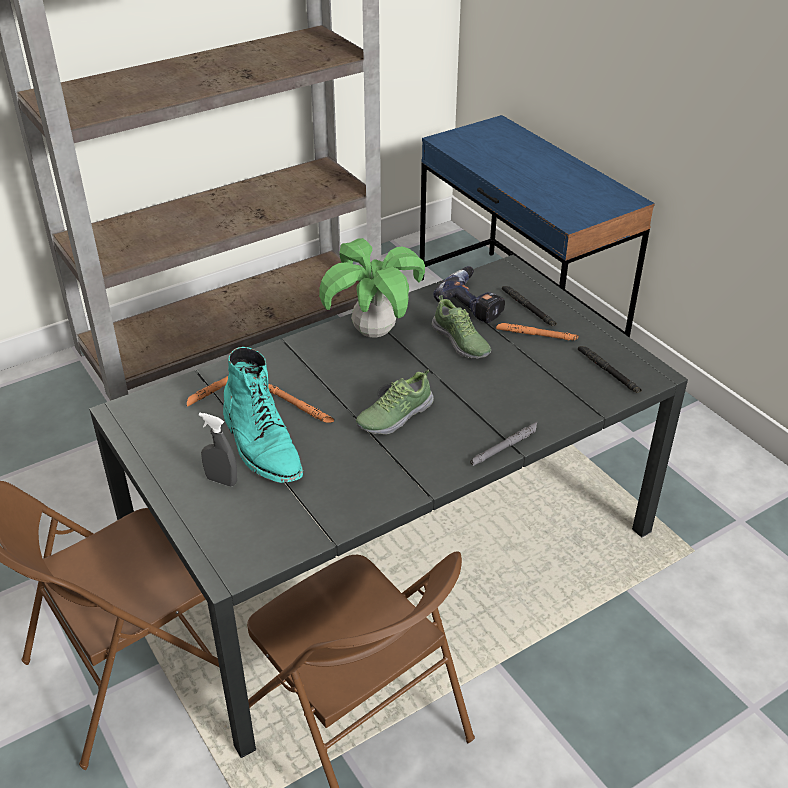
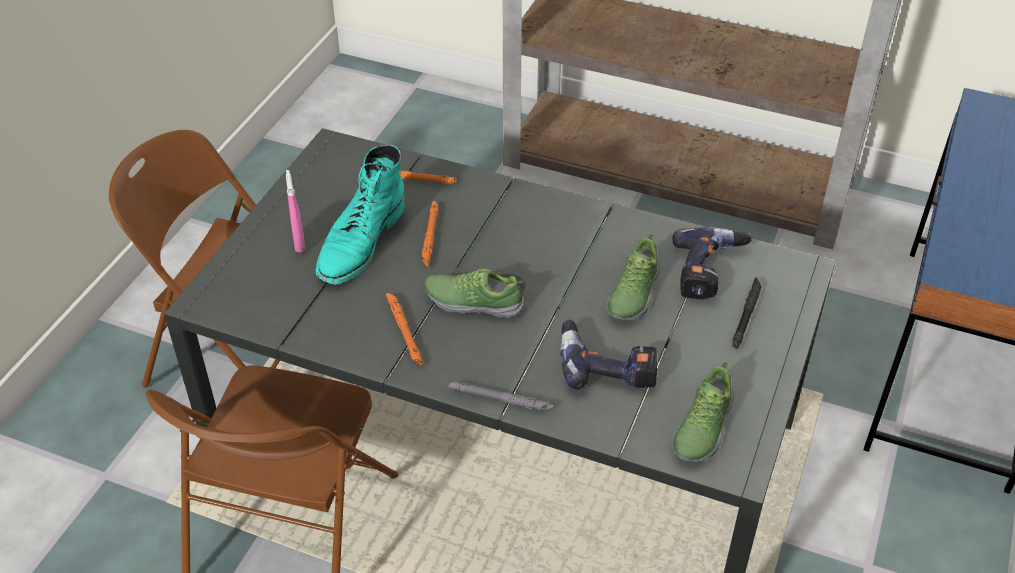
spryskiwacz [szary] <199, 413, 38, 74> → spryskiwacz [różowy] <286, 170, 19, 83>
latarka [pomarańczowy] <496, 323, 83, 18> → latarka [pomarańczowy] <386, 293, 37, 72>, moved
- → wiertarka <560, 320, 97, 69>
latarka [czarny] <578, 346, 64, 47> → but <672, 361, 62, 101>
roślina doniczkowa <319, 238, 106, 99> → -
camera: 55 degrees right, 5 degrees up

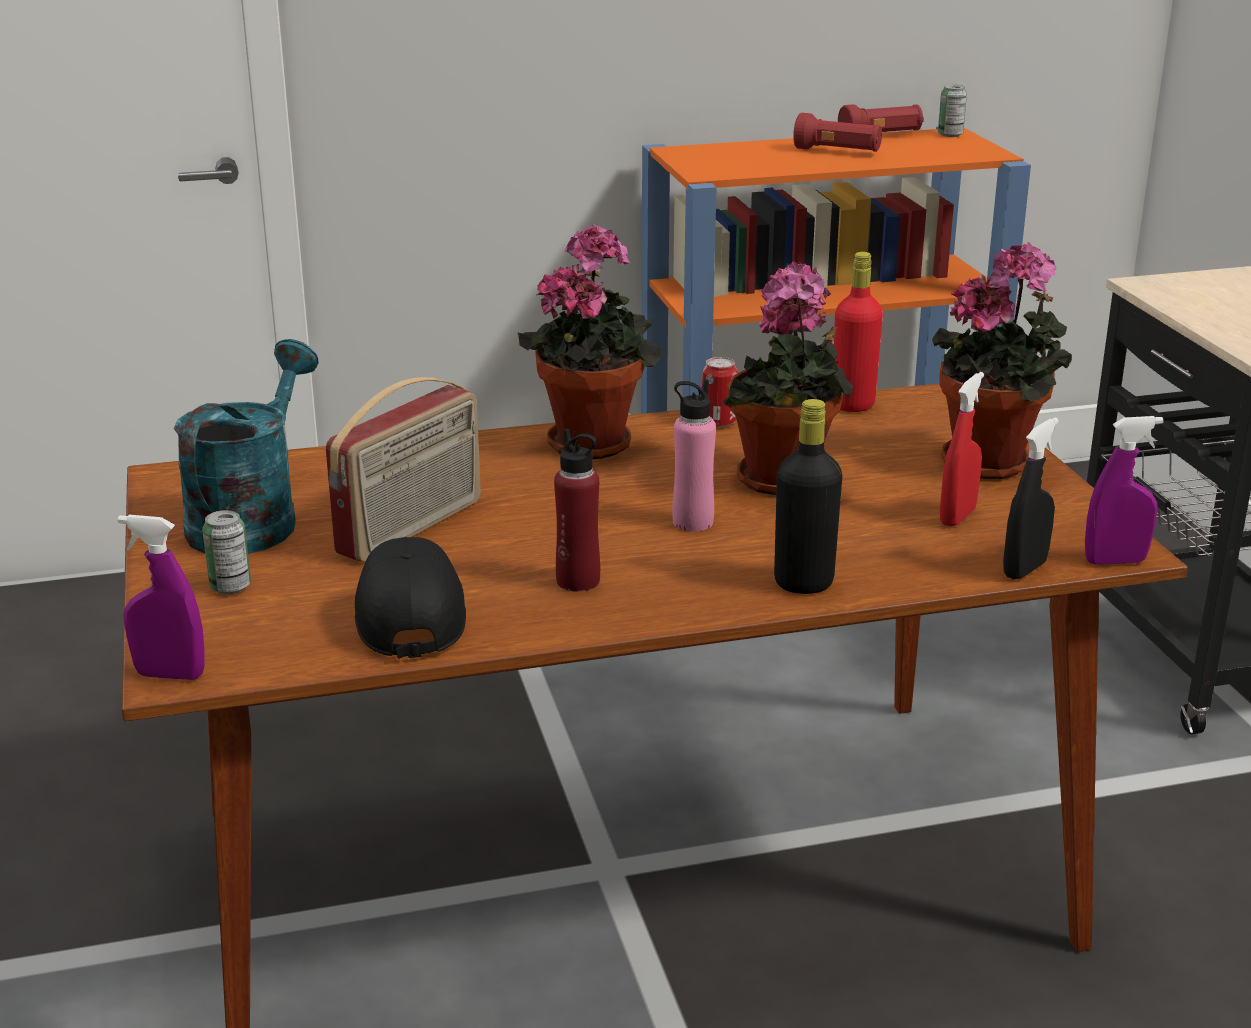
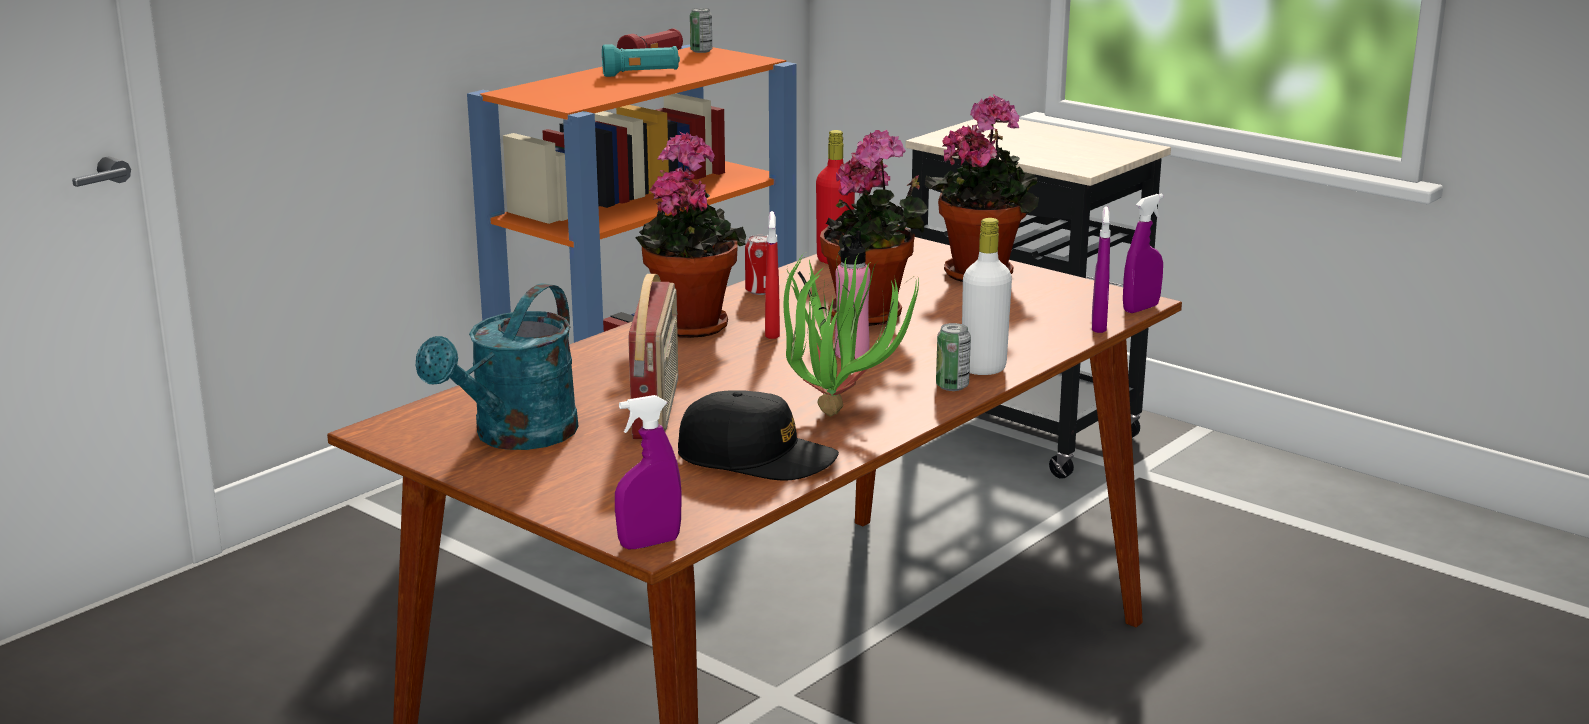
konewka [turkusowy] <174, 339, 145, 215> → konewka [turkusowy] <416, 283, 162, 167>, 135 degrees counterclockwise
latarka [czerwony] <793, 113, 89, 39> → latarka [turkusowy] <602, 44, 78, 33>
czapka z daszkiem [czarny] <355, 537, 111, 121> → czapka z daszkiem [czarny] <678, 390, 161, 90>, 150 degrees clockwise
spryskiwacz [czerwony] <940, 372, 44, 154> → spryskiwacz [czerwony] <765, 211, 15, 128>, moved
butelka [czerwony] <554, 429, 46, 163> → roślina doniczkowa <784, 253, 135, 164>
puszka <202, 510, 49, 84> → puszka <936, 323, 35, 68>, moved
butelka [czarny] <774, 399, 68, 195> → butelka [biały] <962, 218, 50, 157>
spryskiwacz [czarny] <1003, 417, 56, 162> → spryskiwacz [fioletowy] <1092, 206, 19, 127>
camera: 35 degrees left, 5 degrees down

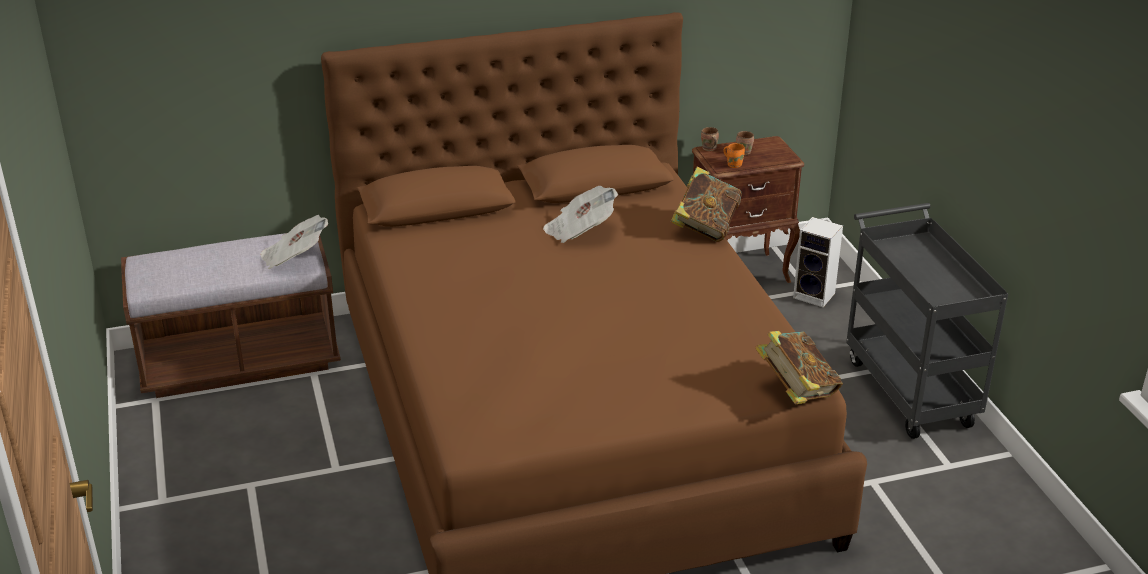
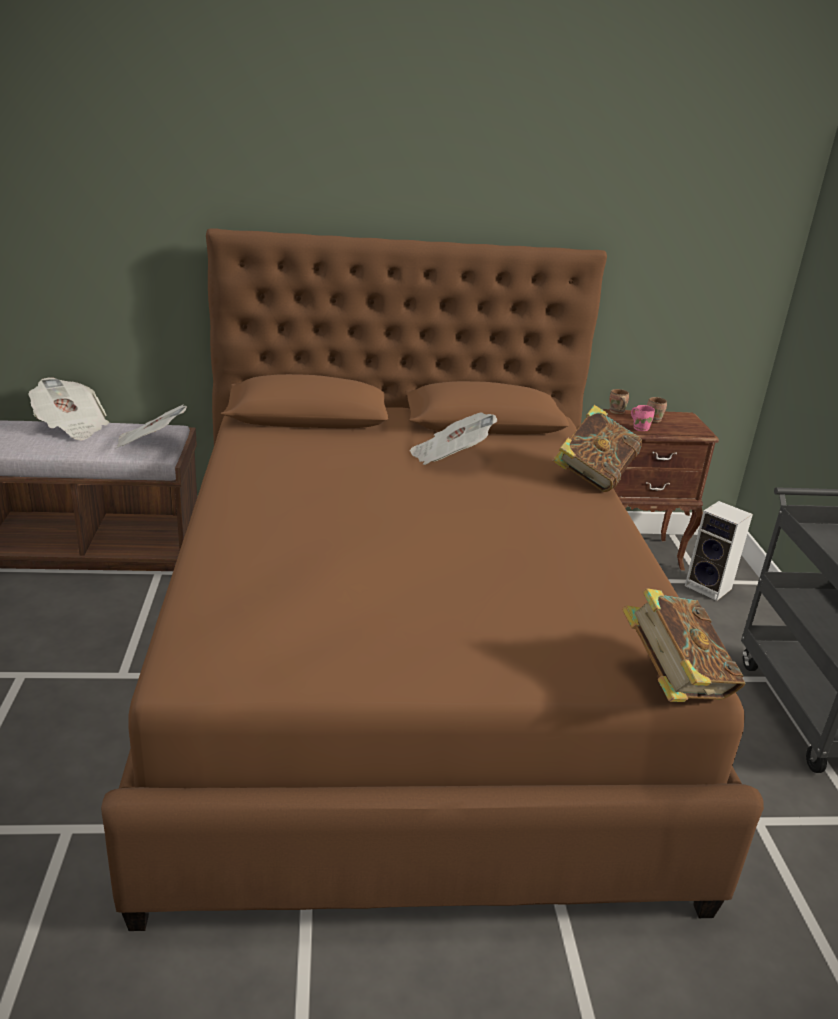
- → gazeta <28, 377, 81, 64>
kubek [pomarańczowy] <724, 143, 21, 25> → kubek [różowy] <631, 405, 24, 26>
camera: 10 degrees right, 5 degrees down

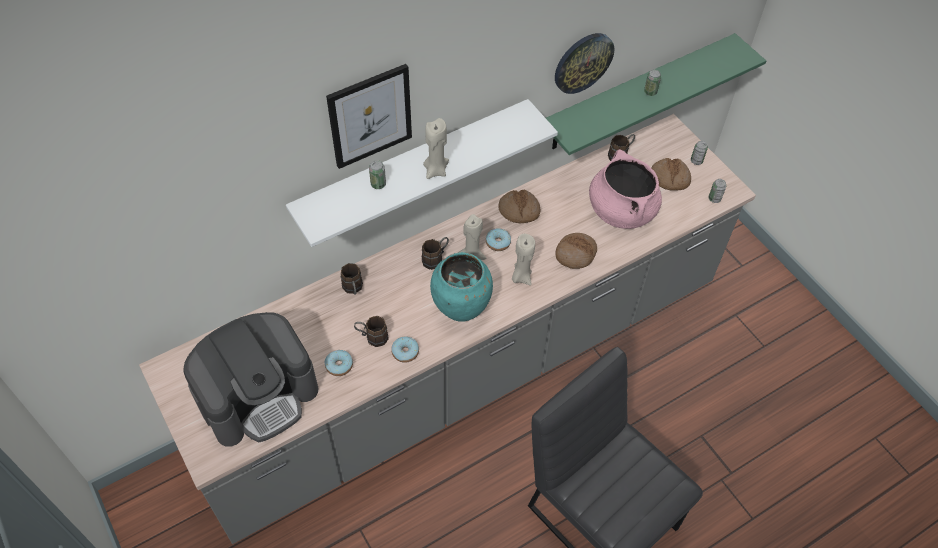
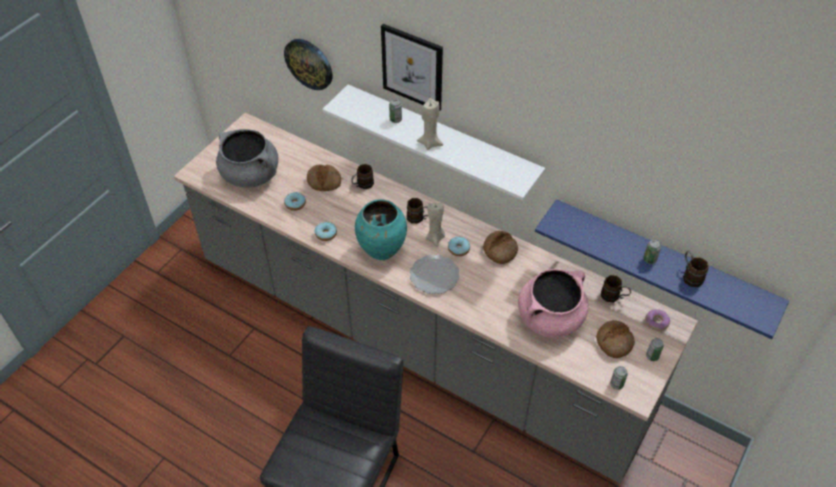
ekspres do kawy <184, 312, 134, 135> → garnek [szary] <216, 129, 62, 59>
zegar ścienny <555, 33, 60, 61> → zegar ścienny <284, 39, 48, 51>, moved
chleb <555, 233, 42, 36> → chleb <307, 164, 34, 27>, moved
świeca [beżowy] <512, 234, 23, 51> → talerz <410, 255, 50, 39>
półka [zielony] <546, 33, 220, 122> → półka [niebieski] <535, 199, 254, 140>
- → donut <645, 309, 25, 22>
kubek [brązowy] <354, 316, 35, 31> → kubek [brązowy] <683, 251, 26, 36>, moved
camera: 65 degrees right, 5 degrees down

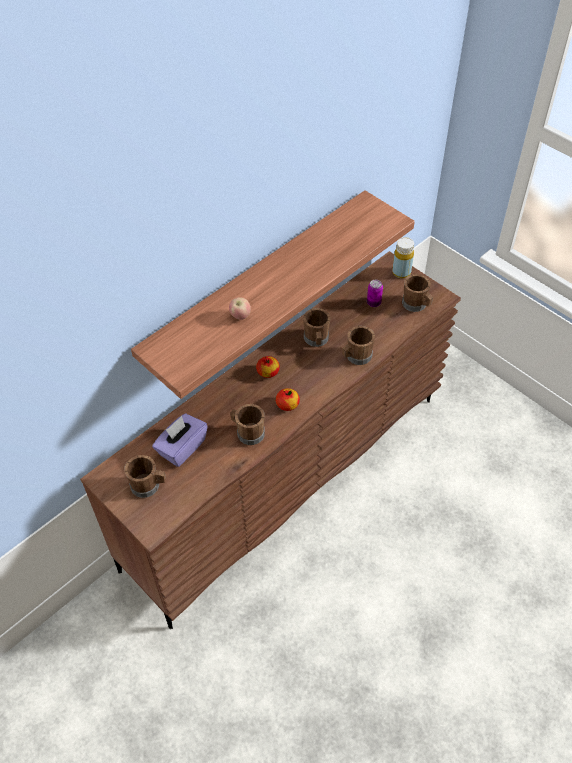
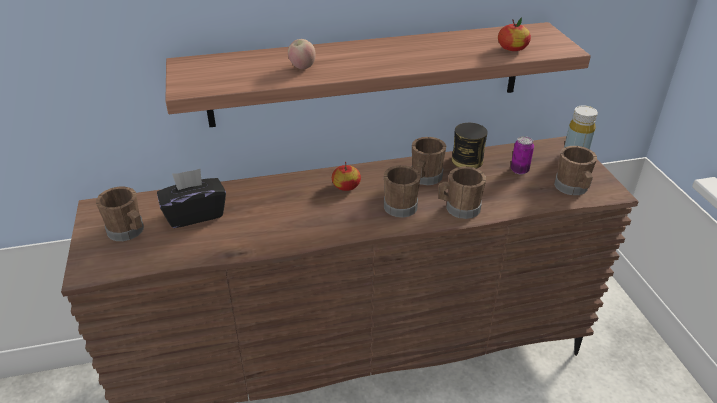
pudełko chusteczek [fioletowy] <152, 413, 56, 54> → pudełko chusteczek [czarny] <157, 169, 69, 59>
kubek [brązowy] <230, 404, 35, 41> → kubek [brązowy] <384, 165, 37, 53>, moved
- → puszka <452, 123, 36, 46>
jabłko <276, 388, 24, 23> → jabłko <498, 18, 33, 33>, moved
camera: 30 degrees right, 15 degrees down

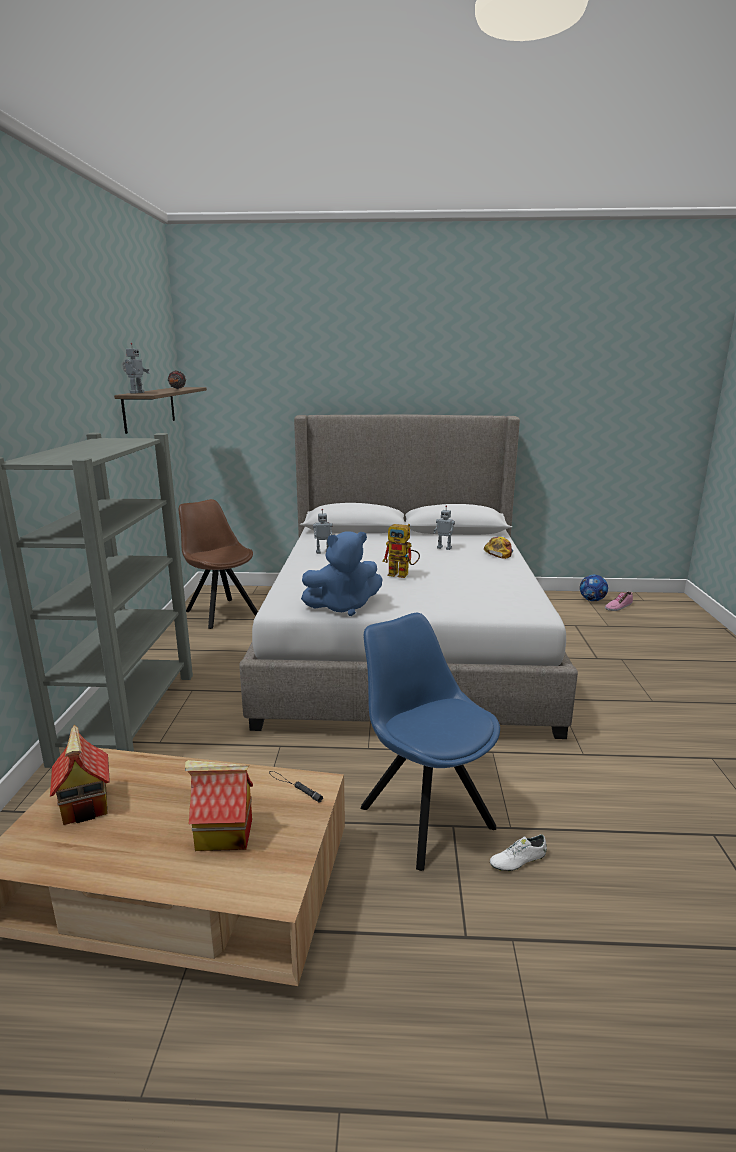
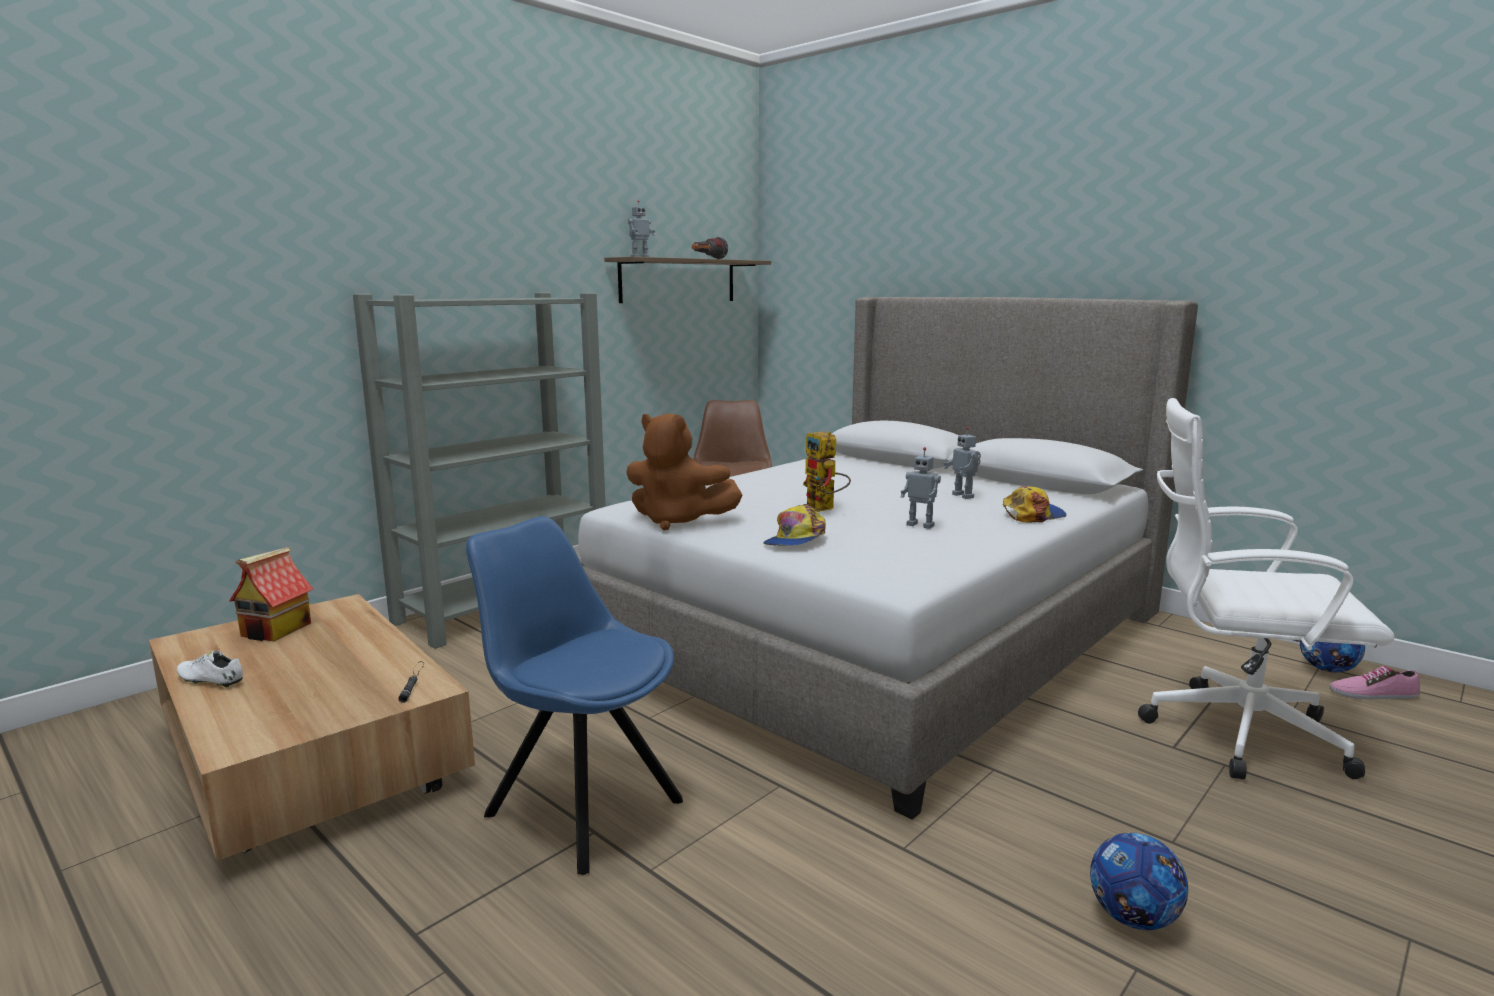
but [biały] <490, 834, 57, 38> → but [biały] <177, 650, 66, 38>, moved
krzesło [niebieski] <361, 613, 139, 258> → krzesło [niebieski] <466, 516, 217, 359>, 60 degrees counterclockwise
pluszak [niebieski] <301, 531, 82, 85> → pluszak [brązowy] <626, 413, 116, 118>
- → czapka z daszkiem <763, 505, 63, 41>
robot zabawkowy <313, 509, 20, 45> → robot zabawkowy <901, 447, 40, 82>, moved
- → piłka futbolowa <1090, 832, 98, 98>
- → krzesło biurowe [biały] <1138, 398, 257, 382>
domek <185, 760, 68, 91> → -
camera: 40 degrees right, 5 degrees down

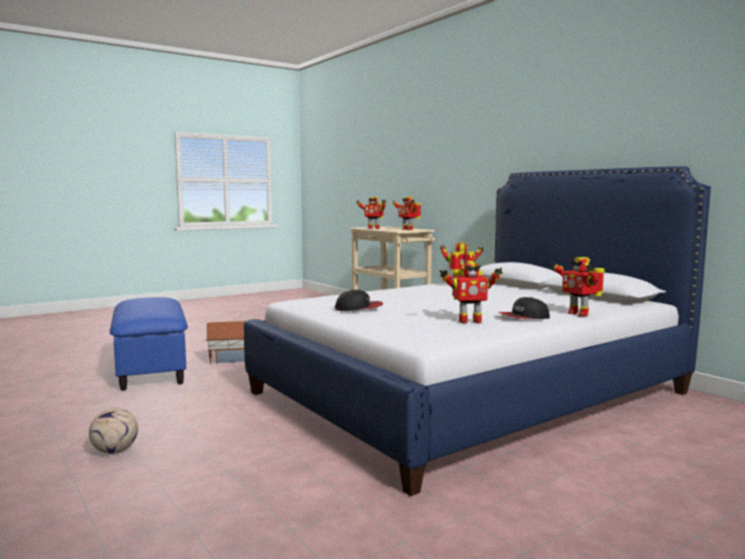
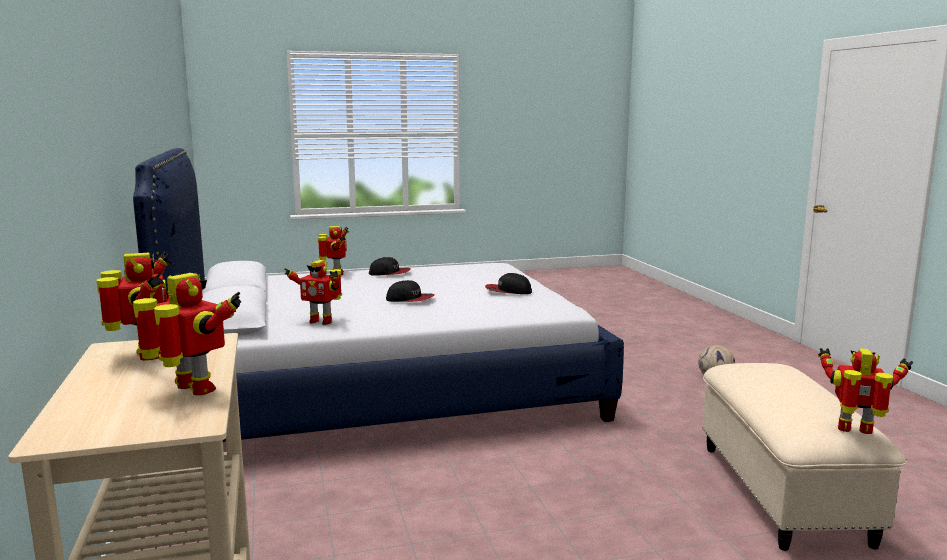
- → czapka z daszkiem <386, 280, 49, 22>
pufa [niebieski] <110, 297, 78, 94> → pufa [beżowy] <702, 363, 205, 188>
robot zabawkowy <440, 261, 63, 63> → robot zabawkowy <818, 348, 95, 86>, moved
domek <206, 321, 39, 43> → -
camera: 160 degrees left, 5 degrees up

